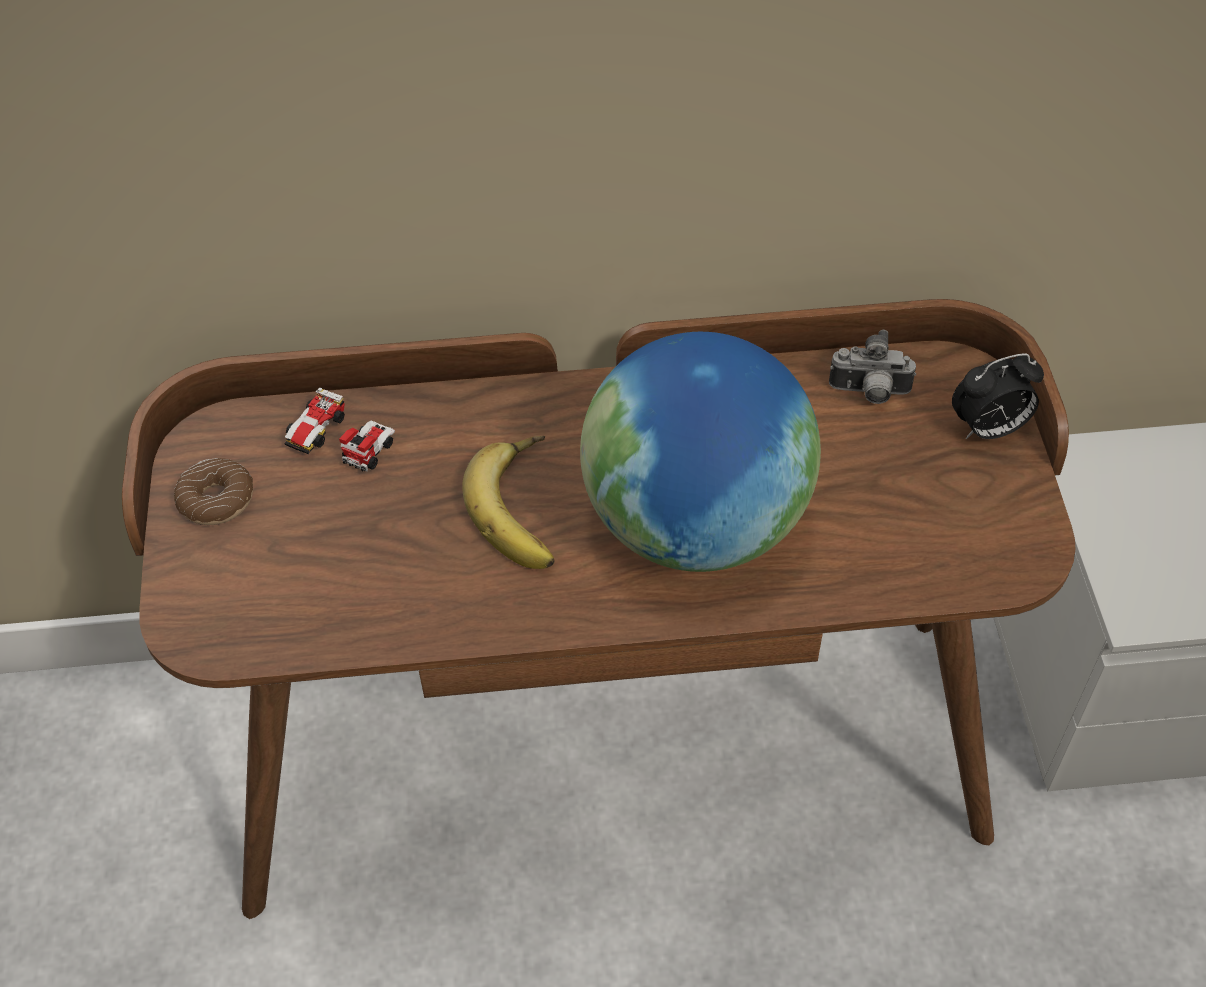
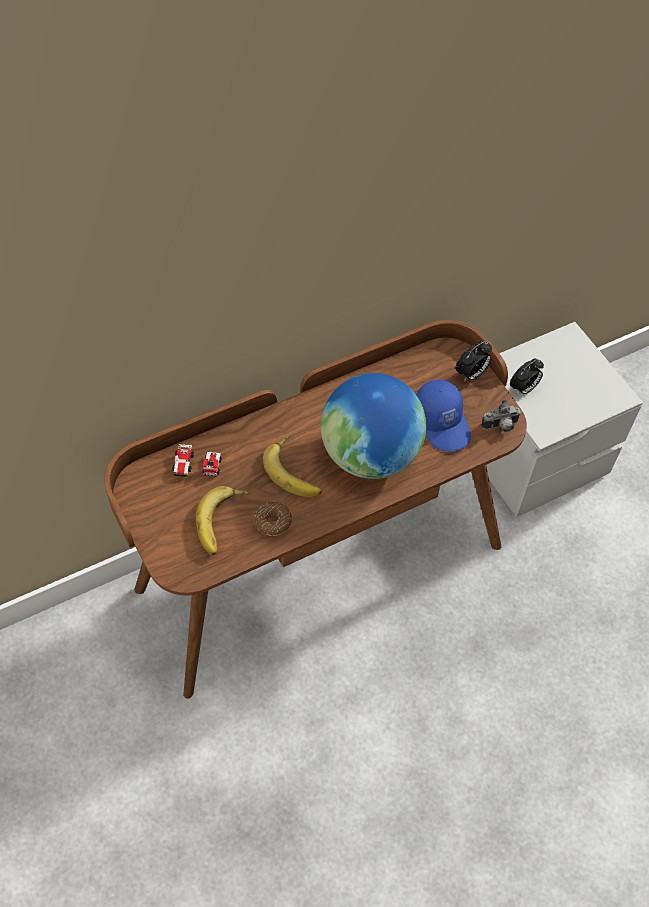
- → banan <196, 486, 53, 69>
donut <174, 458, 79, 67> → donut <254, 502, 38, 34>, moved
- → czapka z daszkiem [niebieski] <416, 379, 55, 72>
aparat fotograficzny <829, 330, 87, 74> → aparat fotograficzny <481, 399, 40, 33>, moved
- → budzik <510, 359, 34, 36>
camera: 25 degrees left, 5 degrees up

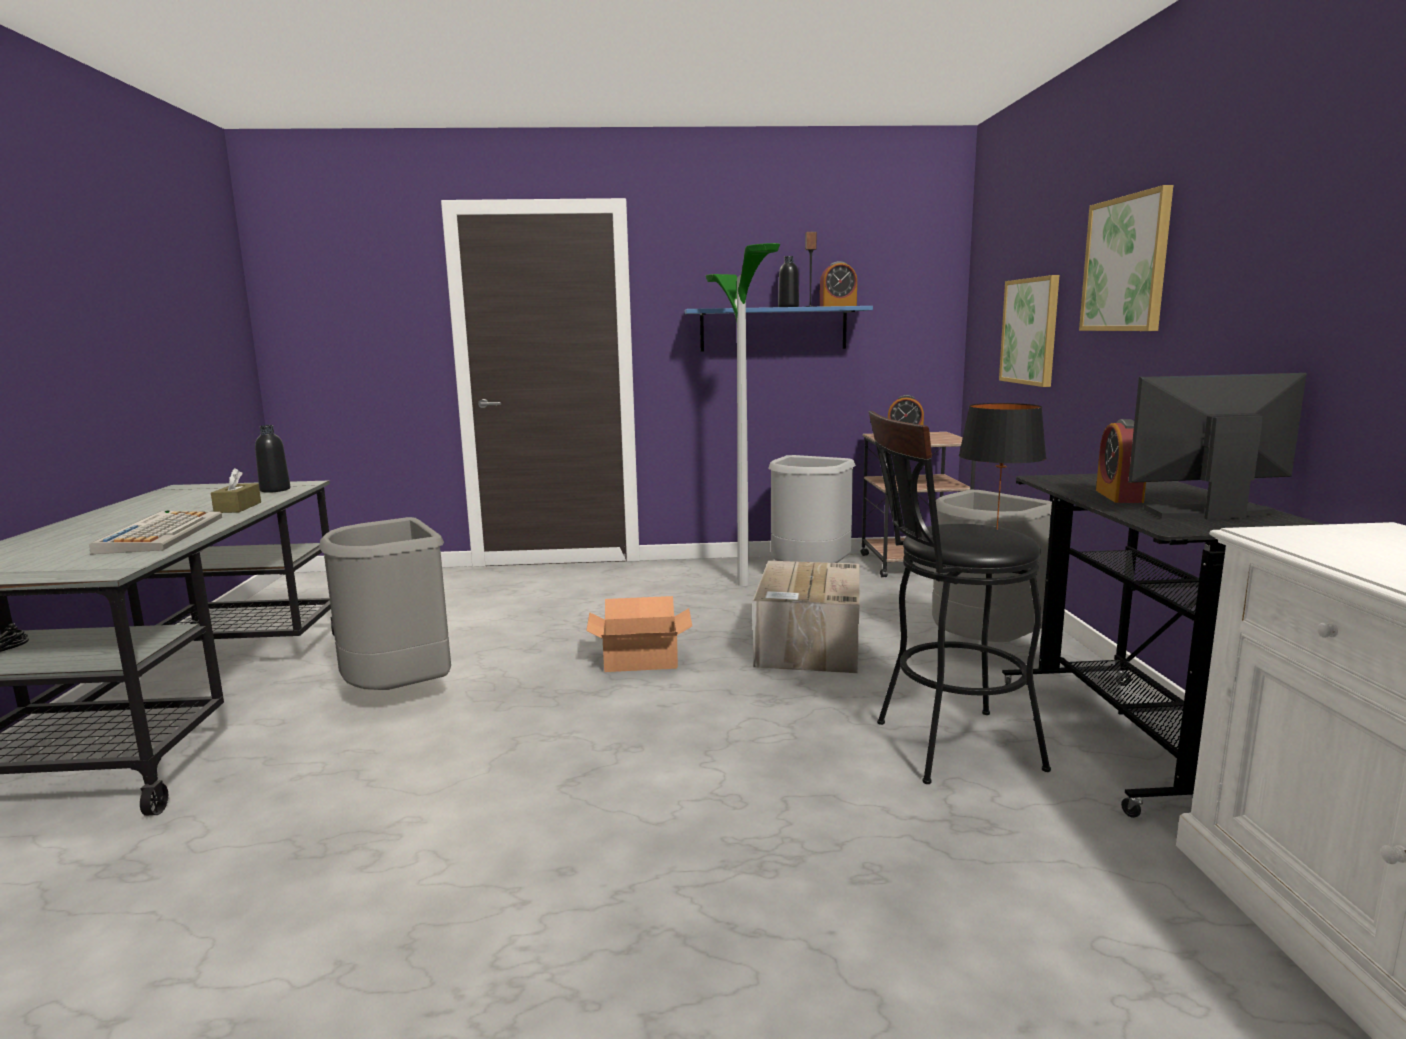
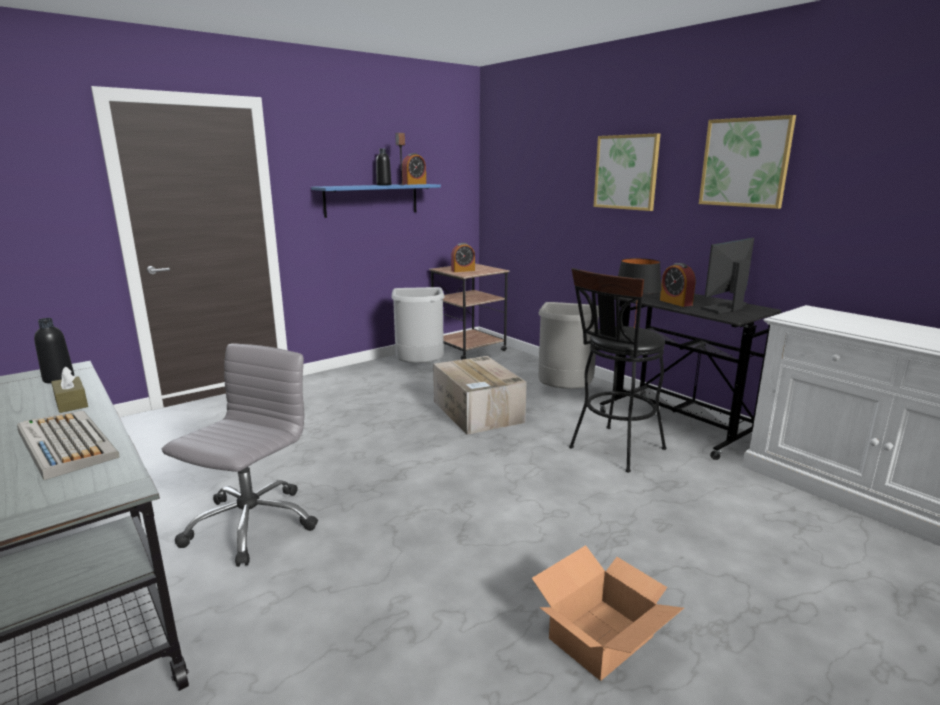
kosz na śmieci [szary] <319, 517, 132, 173> → krzesło biurowe [szary] <161, 343, 157, 224>
karton <586, 596, 106, 76> → karton <532, 545, 152, 136>, moved
obraz <999, 275, 60, 112> → obraz <699, 115, 97, 94>, moved
lampa stojąca <706, 243, 74, 343> → -
camera: 35 degrees left, 5 degrees up

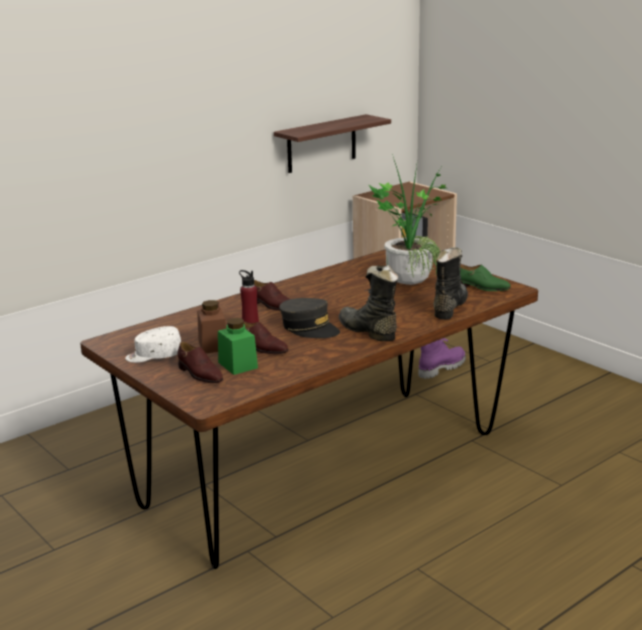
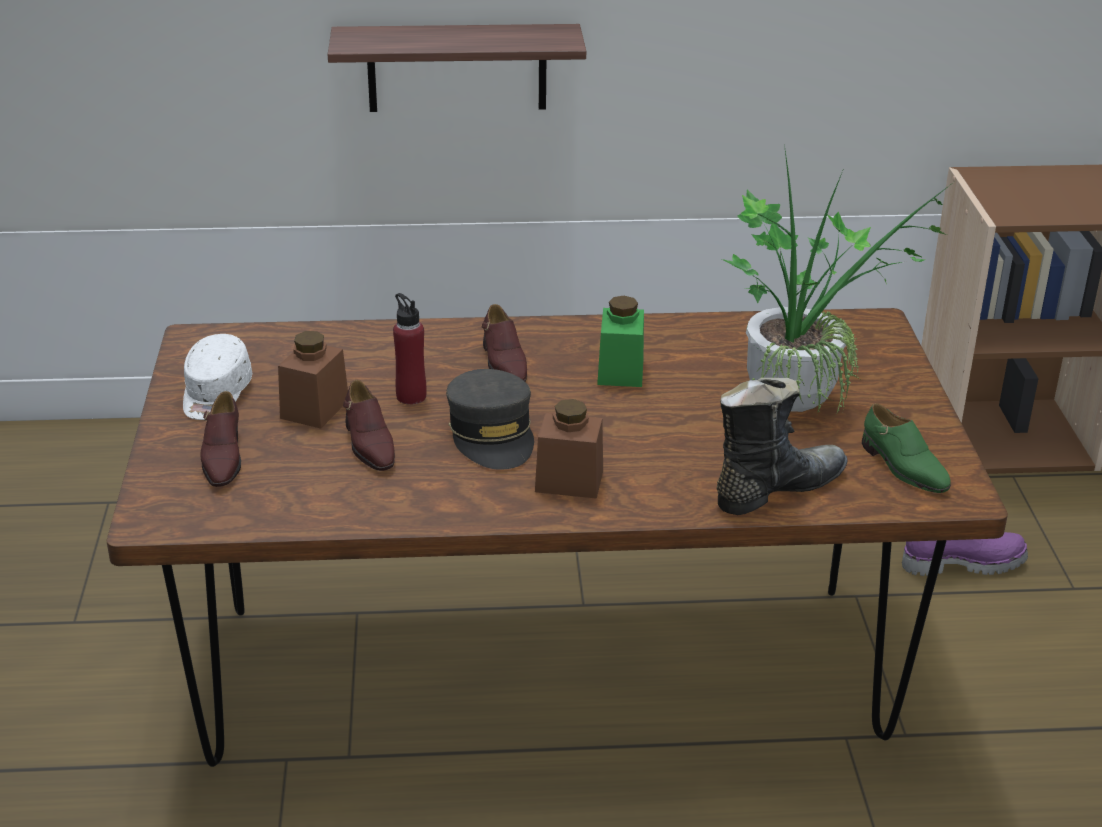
czapka z daszkiem [biały] <125, 326, 57, 37> → czapka z daszkiem [biały] <183, 334, 69, 86>, 105 degrees counterclockwise
półka <274, 114, 117, 59> → półka <328, 24, 258, 88>, moved
but z cholewką [czarny] <339, 265, 59, 76> → słoik [brązowy] <535, 399, 68, 100>
słoik [zielony] <218, 318, 40, 57> → słoik [zielony] <597, 296, 47, 91>, moved
camera: 35 degrees right, 10 degrees up

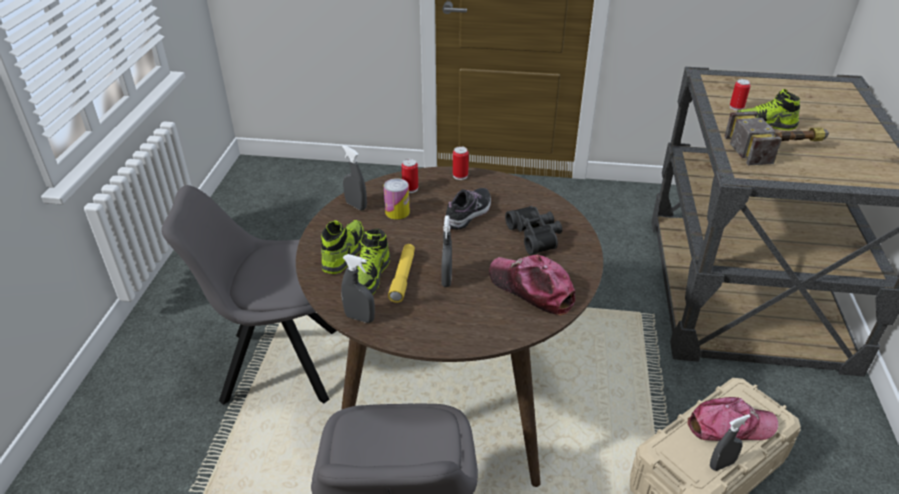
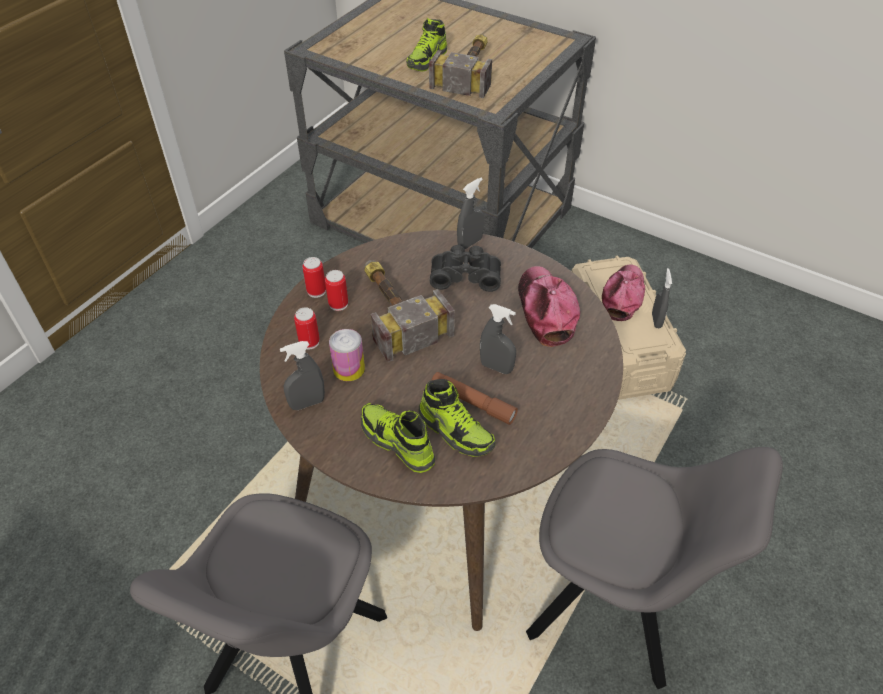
puszka <730, 79, 21, 32> → puszka <325, 270, 23, 41>, moved
but <446, 188, 45, 42> → młotek <364, 260, 91, 102>
latarka [żółty] <388, 244, 27, 59> → latarka [brązowy] <432, 372, 86, 53>
spryskiwacz [szary] <341, 254, 34, 69> → spryskiwacz [szary] <457, 178, 27, 71>, moved
czapka z daszkiem <489, 255, 86, 61> → czapka z daszkiem <518, 266, 62, 81>, 105 degrees clockwise
camera: 65 degrees left, 10 degrees up

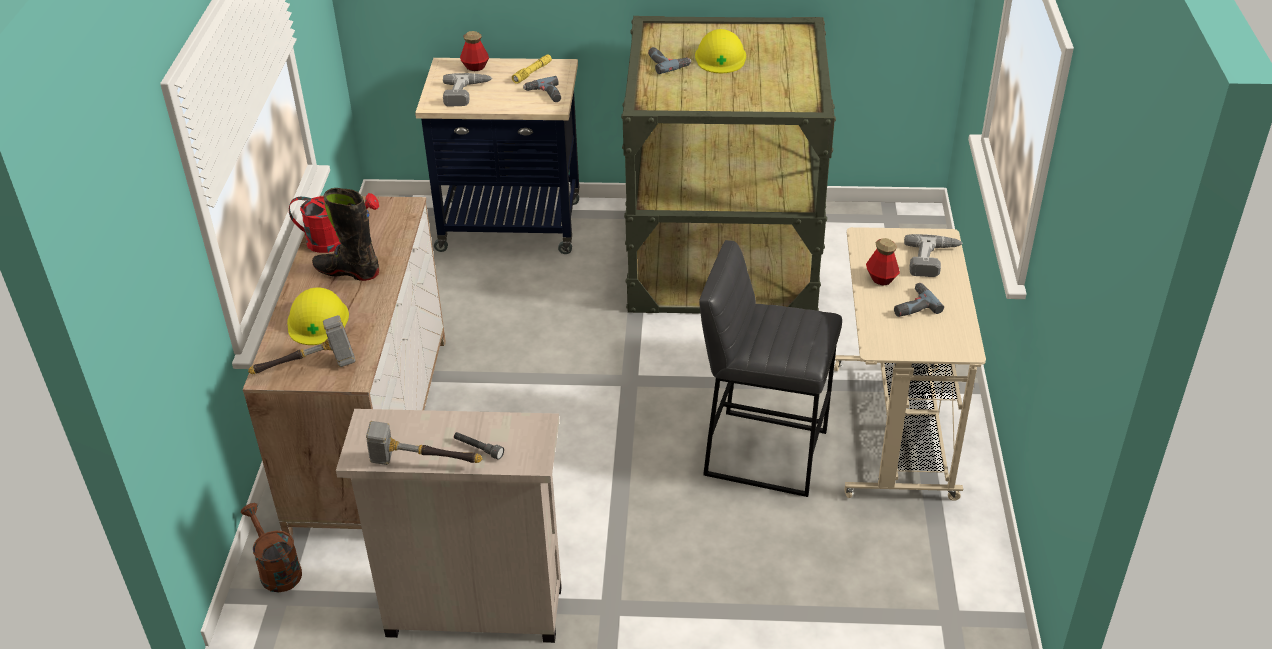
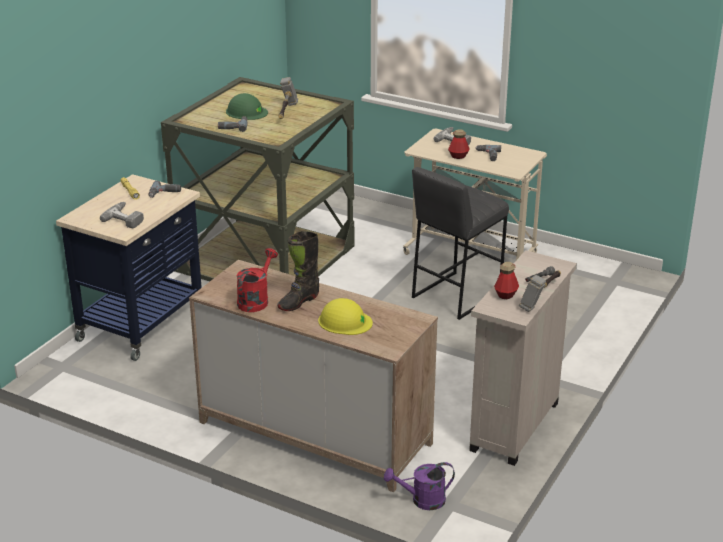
kask [żółty] <695, 29, 51, 44> → kask [zielony] <226, 93, 42, 27>
młotek <248, 315, 108, 59> → młotek <278, 77, 20, 42>, moved
konewka [brązowy] <241, 503, 61, 90> → konewka [fioletowy] <384, 462, 71, 48>
butelka <460, 31, 29, 40> → butelka <494, 262, 25, 37>, moved
camera: 65 degrees left, 10 degrees down

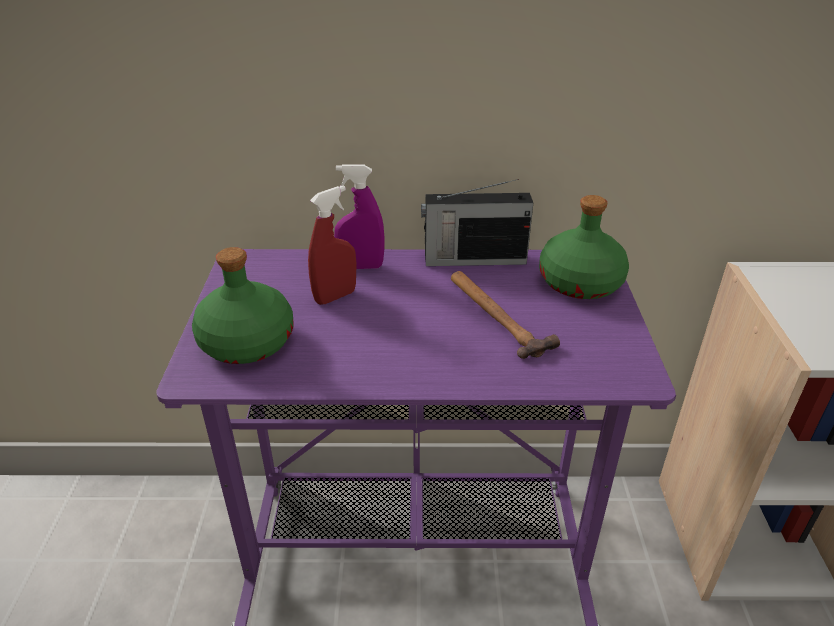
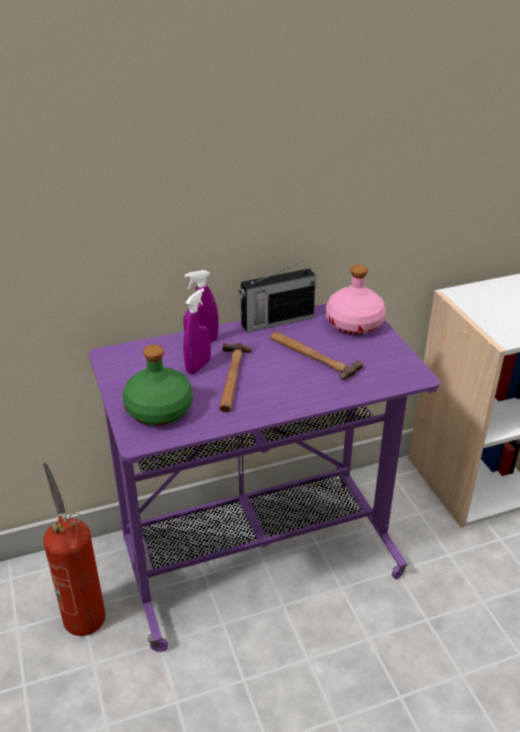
- → gaśnica <43, 463, 63, 173>
spryskiwacz [czerwony] <308, 185, 49, 120> → spryskiwacz [fioletowy] <183, 288, 28, 86>
- → młotek <219, 343, 33, 69>
butelka [zielony] <539, 195, 90, 104> → butelka [różowy] <326, 264, 60, 71>
camera: 20 degrees left, 0 degrees up

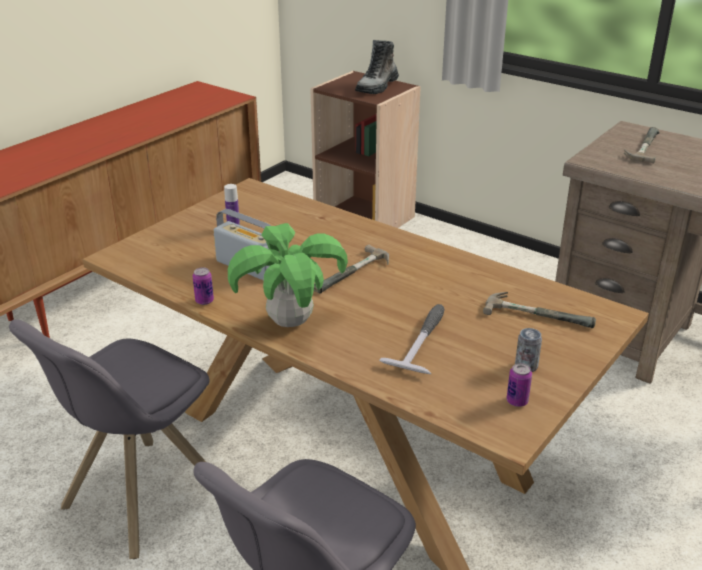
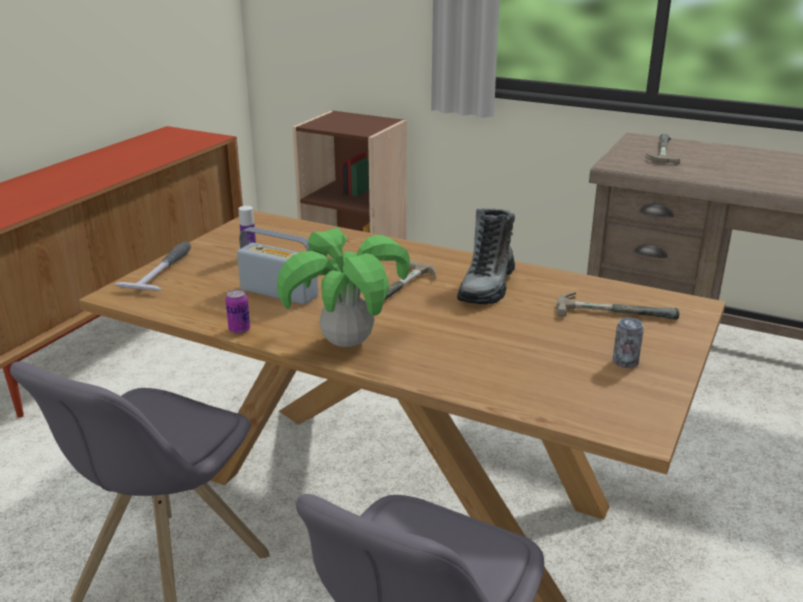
młotek <379, 304, 65, 70> → młotek <114, 242, 77, 49>, moved
but z cholewką <355, 40, 44, 54> → but z cholewką <457, 208, 58, 97>, moved
puszka <507, 363, 25, 44> → -
camera: 10 degrees left, 5 degrees down

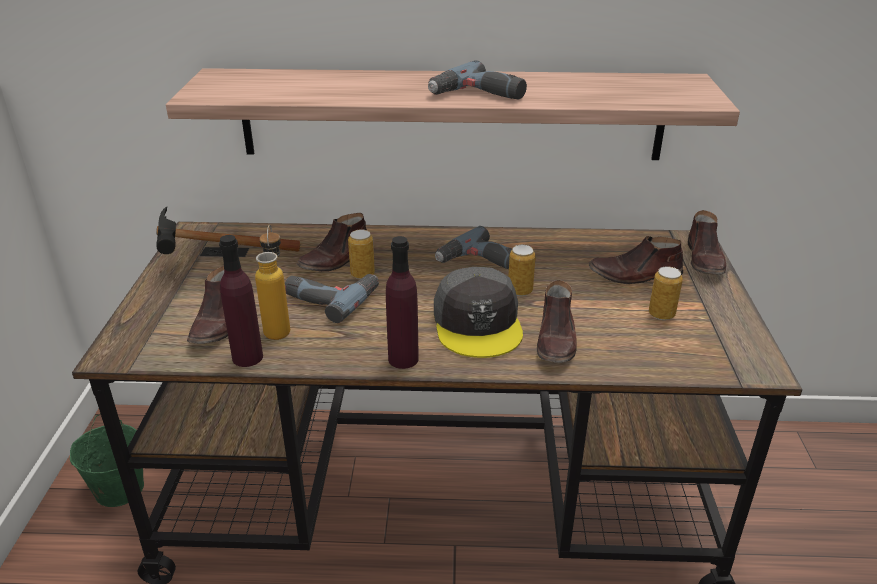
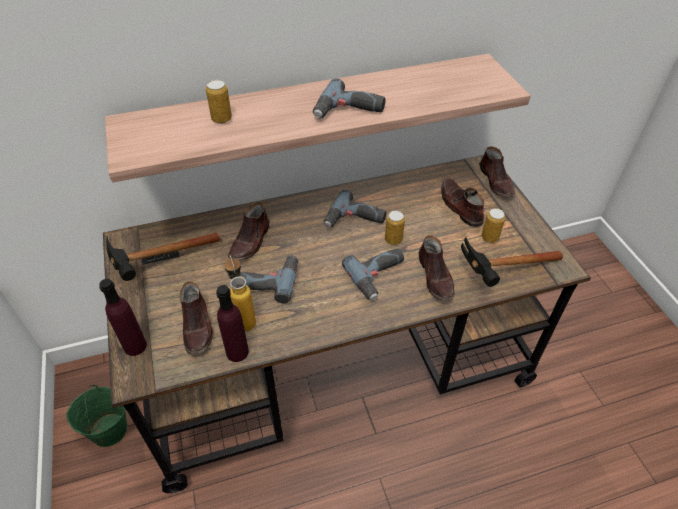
butelka [fioletowy] <386, 236, 33, 133> → butelka [fioletowy] <99, 279, 48, 77>, moved
puszka <348, 229, 27, 50> → puszka <206, 80, 26, 44>, moved
czapka z daszkiem [szary] <434, 267, 89, 91> → wiertarka <342, 248, 62, 52>
but [brązowy] <589, 236, 94, 48> → but [brązowy] <441, 179, 43, 48>, 90 degrees clockwise
- → młotek <461, 237, 102, 50>
camera: 20 degrees left, 15 degrees up

